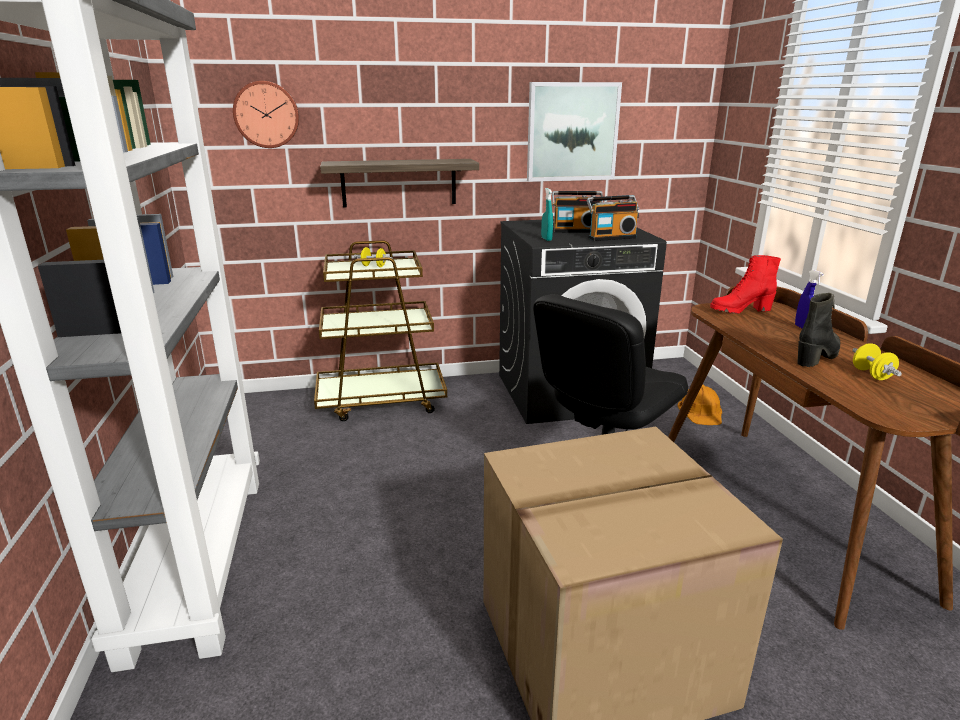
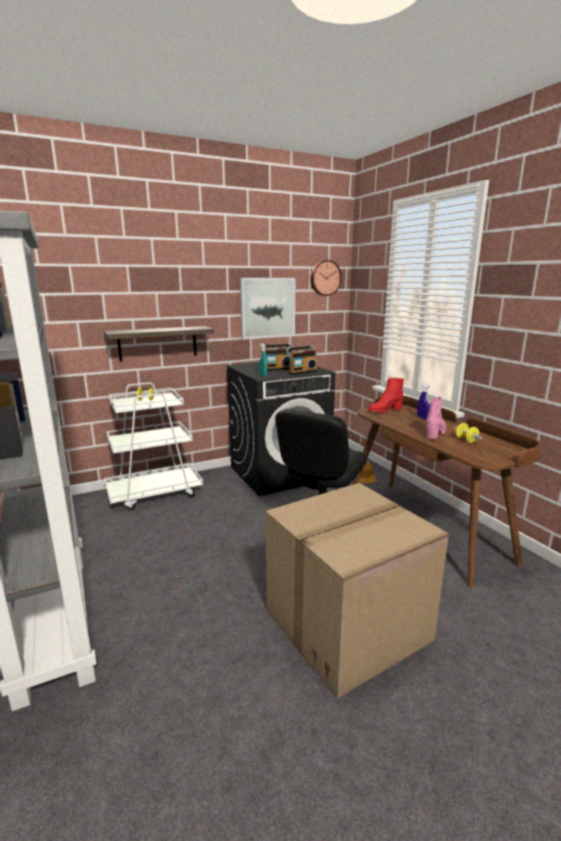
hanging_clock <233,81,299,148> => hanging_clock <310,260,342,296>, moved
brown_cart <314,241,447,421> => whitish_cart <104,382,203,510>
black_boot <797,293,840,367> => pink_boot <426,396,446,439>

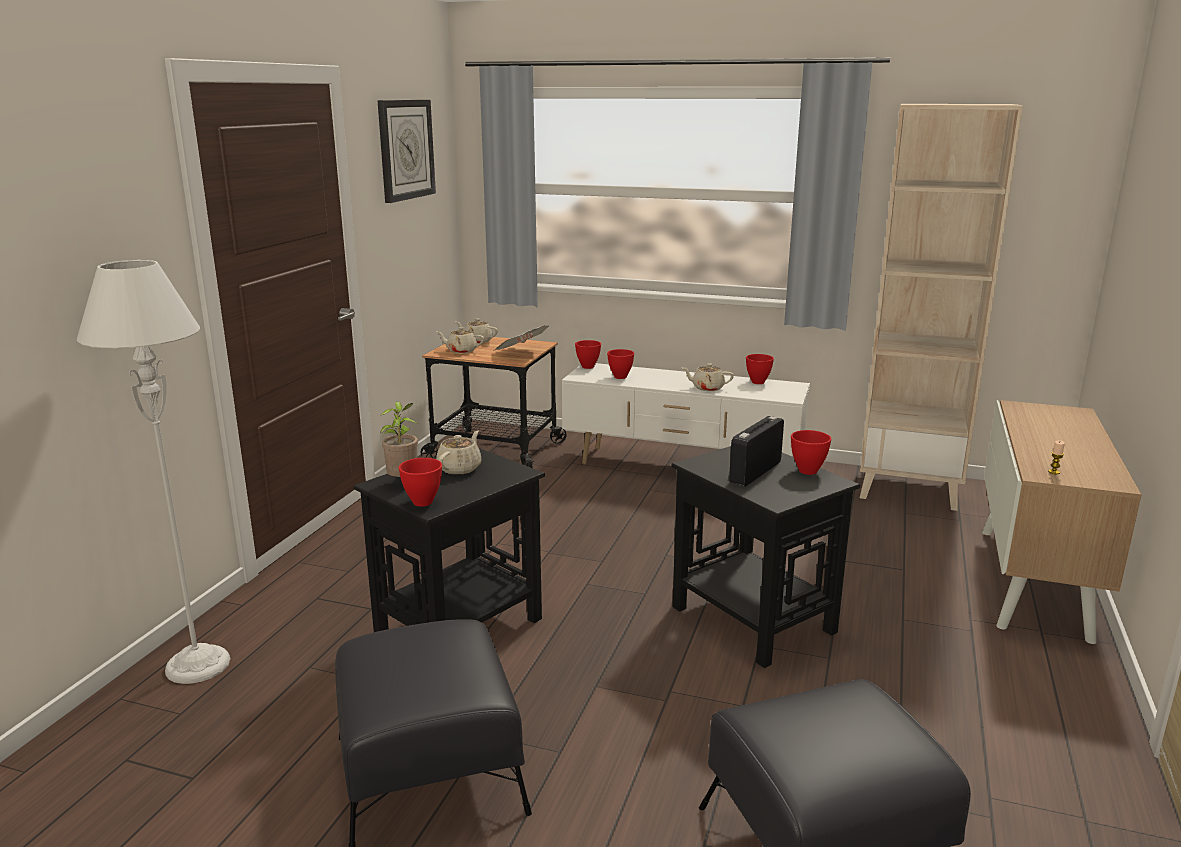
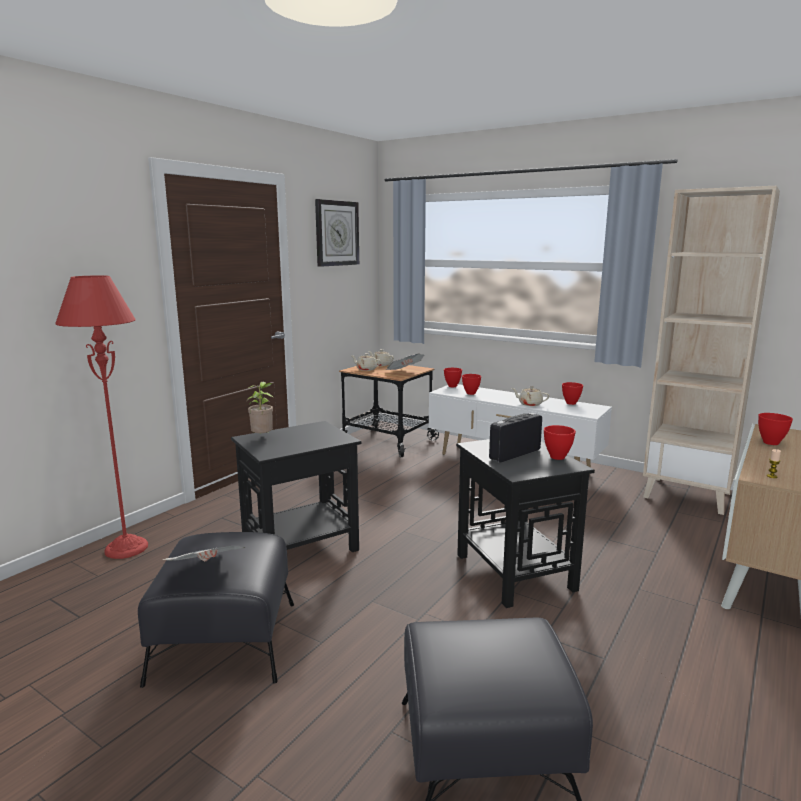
greyish_standing_lamp <77,260,231,684> => red-coloured_standing_lamp <55,275,148,559>
red-coloured_bowl <399,458,442,507> => red-coloured_bowl <758,413,793,445>, moved
beige-coloured_teapot <436,431,482,475> => nothing
nothing => printed_paper <162,546,246,561>

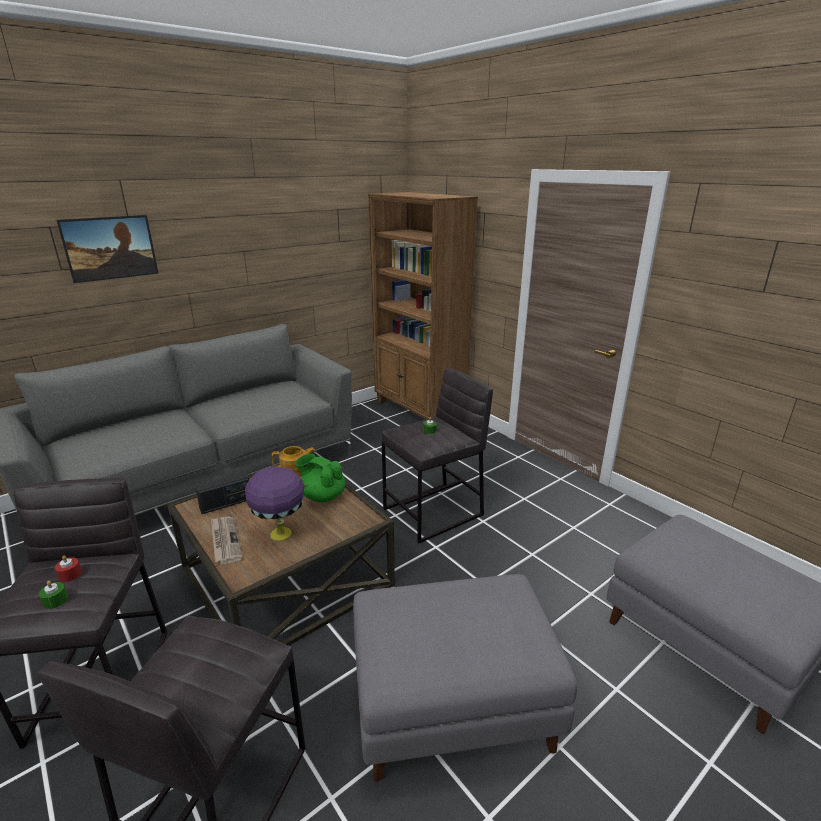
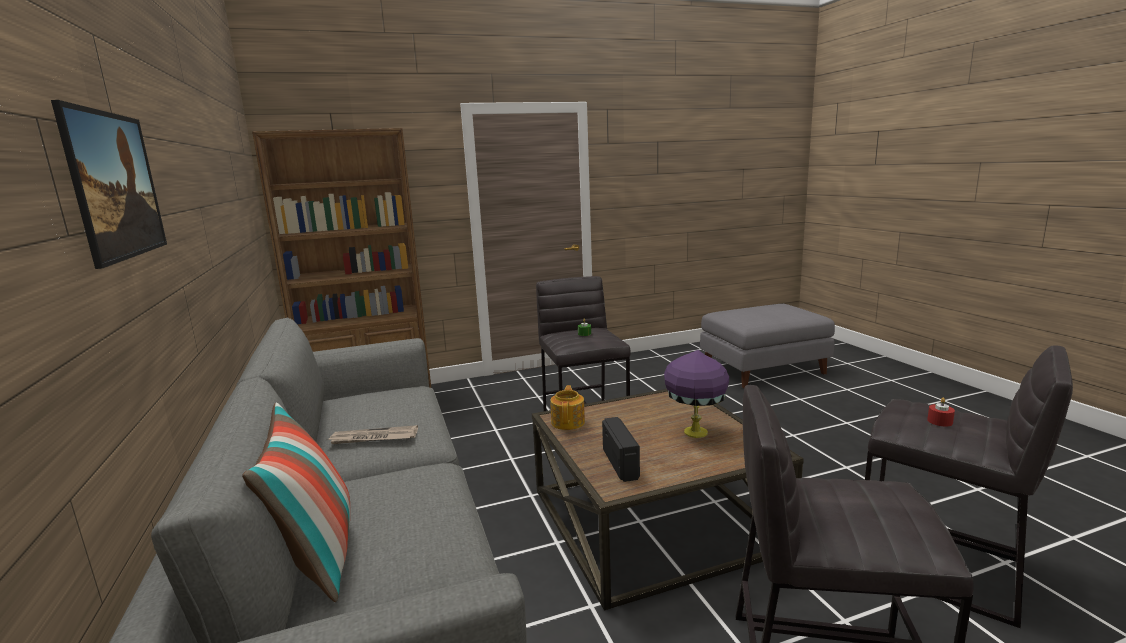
greenish_wax_light <39,581,68,609> => nothing
red-coloured_wax_light <55,555,82,582> => red-coloured_wax_light <927,398,955,427>, moved
printed_paper <211,517,243,564> => printed_paper <327,425,418,444>, moved
greenish_teapot <295,454,345,502> => nothing
greyish_ottoman <353,574,577,782> => nothing
nothing => pillow <242,403,350,602>

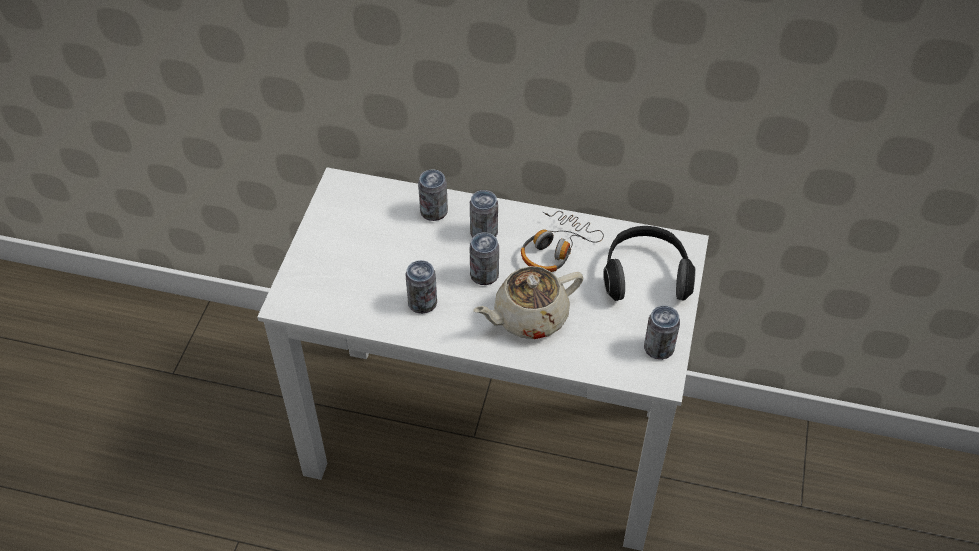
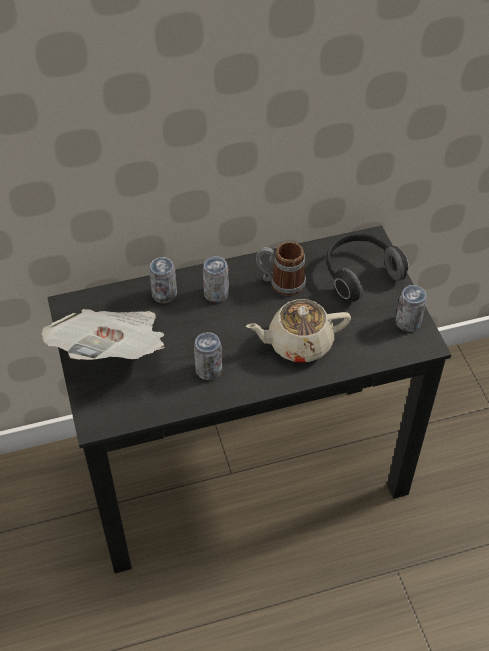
whitish_desk_table <257,167,709,551> => black_desk_table <47,226,451,573>
sealed_can <470,232,499,285> => nothing
beige-coloured_teapot <473,266,584,339> => beige-coloured_teapot <246,299,351,362>, 45 degrees clockwise
pair_of_headphones <521,211,604,272> => coffee_mug <256,242,306,296>
nothing => printed_paper <42,309,165,360>

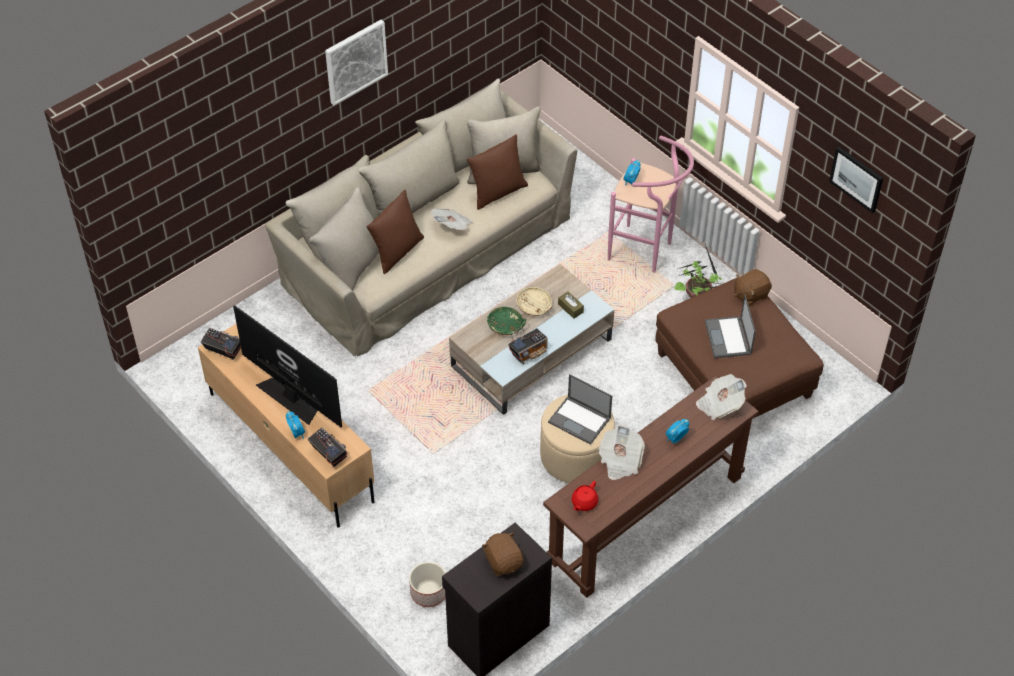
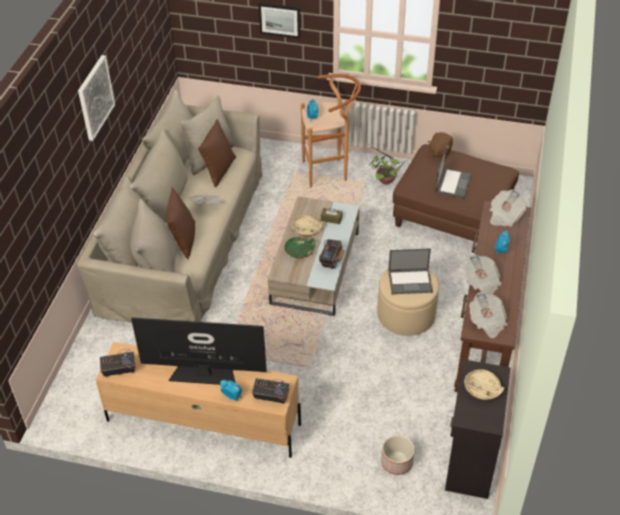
brown_plush_toy <482,532,524,576> => beige-coloured_bowl <464,369,504,400>
red-coloured_teapot <572,481,598,511> => printed_paper <469,292,508,338>
pink_stool_seat <608,136,694,273> => brown_stool_seat <301,74,361,188>
laptop <705,294,756,358> => laptop <435,149,472,198>, 120 degrees counterclockwise
wall_art <829,146,883,213> => wall_art <259,3,301,39>, moved

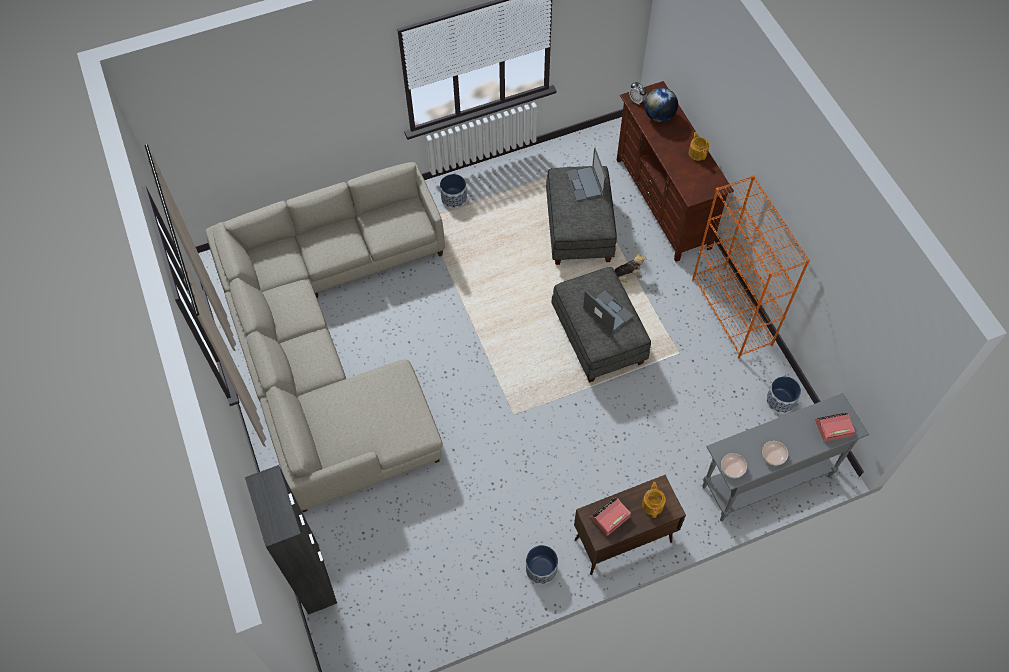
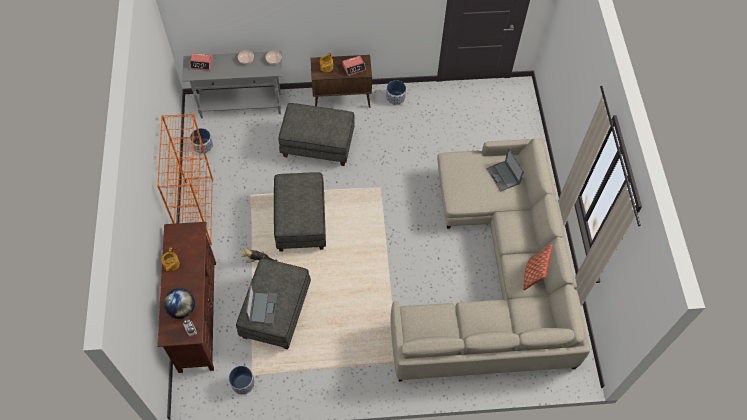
black_cupboard <245,465,337,614> => nothing
planter <440,174,467,209> => planter <229,366,255,395>, moved
laptop <583,290,633,334> => laptop <486,148,524,191>, moved
nothing => greyish_ottoman <278,103,355,166>
nothing => pillow <523,243,553,290>

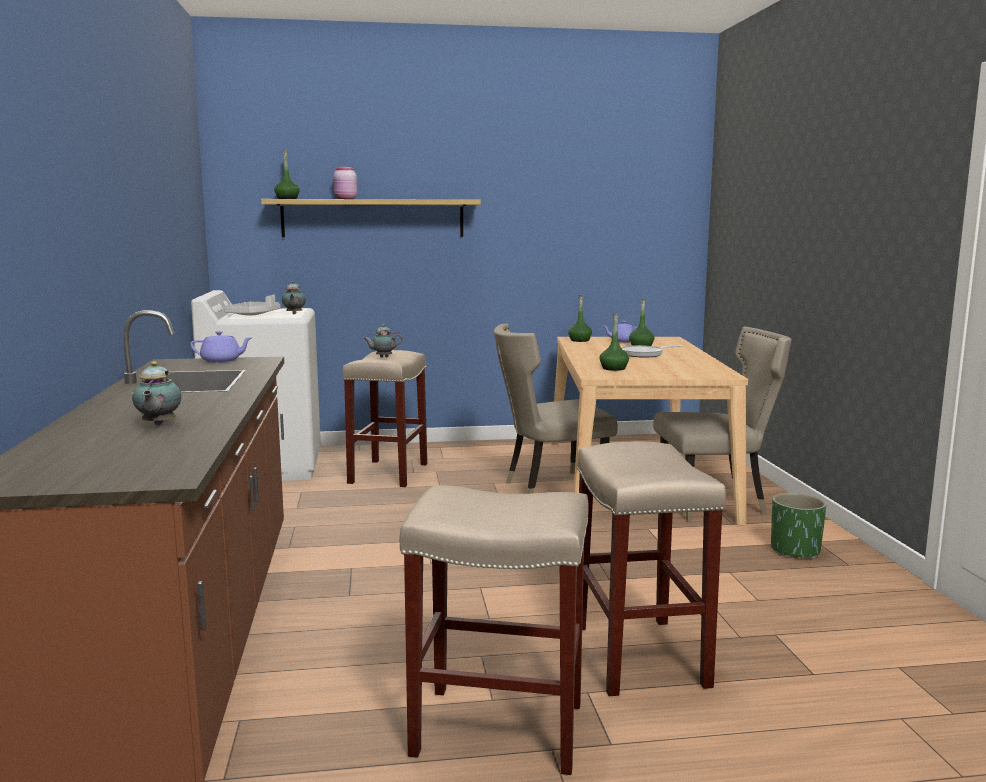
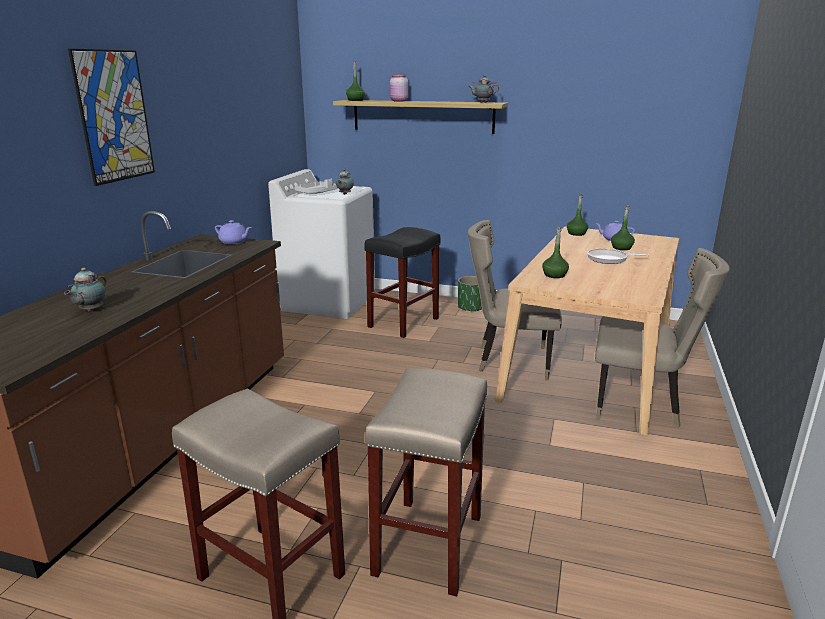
beige-coloured_stool_seat <343,350,427,487> => black_stool_seat <364,227,441,338>
teapot <363,324,403,358> => teapot <468,75,499,103>, moved
greenish_planter <771,493,826,559> => greenish_planter <458,276,482,312>, moved
nothing => wall_art <68,49,155,186>

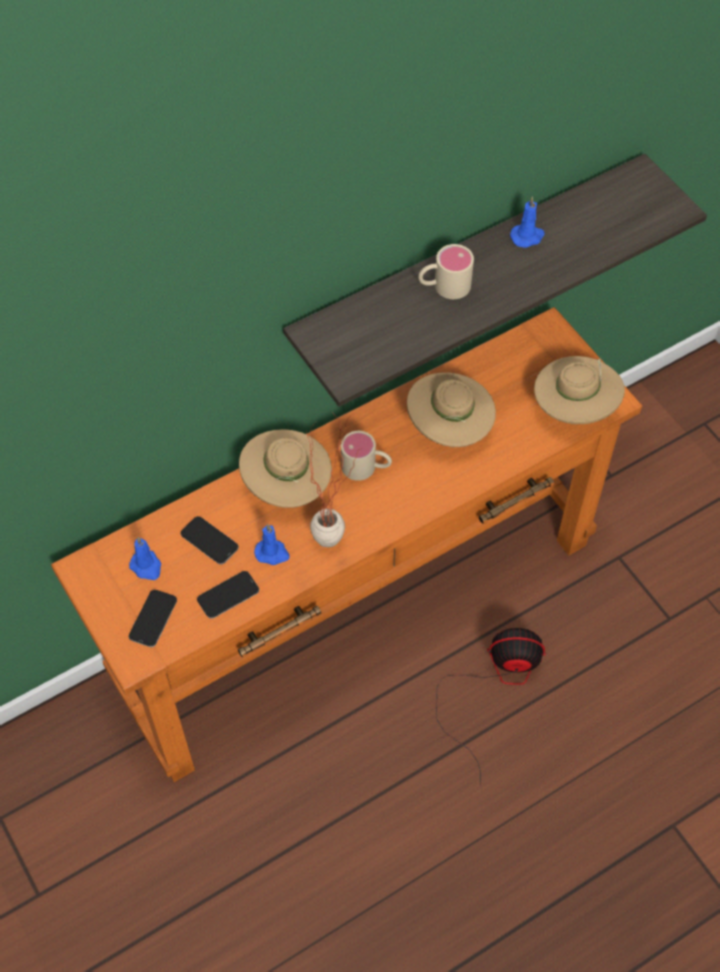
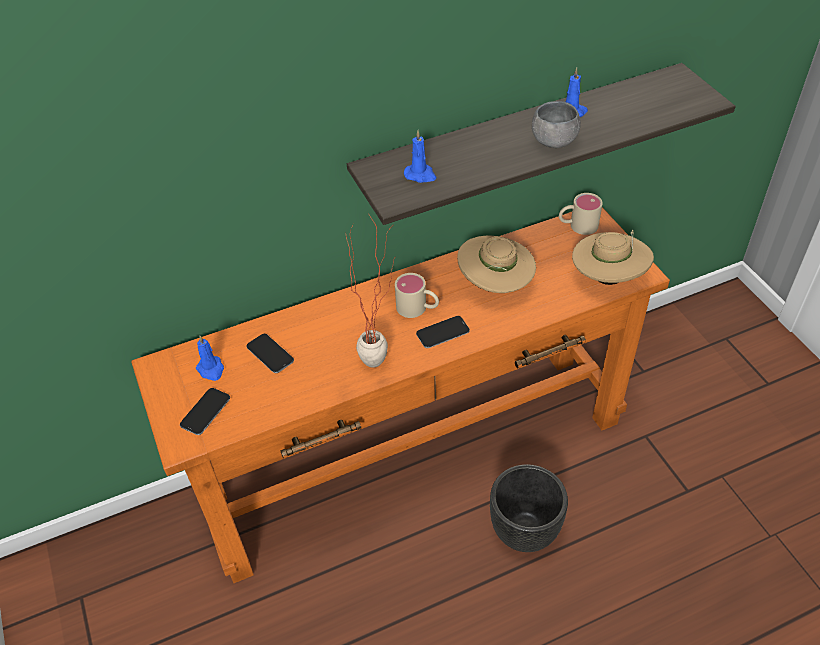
telephone <197,571,259,619> => telephone <416,316,470,348>, moved
beige-coloured_clothing_hat <239,429,332,508> => nothing
blue-coloured_wax_light <254,524,290,565> => blue-coloured_wax_light <404,130,436,183>, moved
beige-coloured_coffee_mug <418,244,474,299> => beige-coloured_coffee_mug <559,193,603,235>, moved
electric_fan <436,628,546,786> => black_planter <490,464,568,552>
nothing => greyish_bowl <532,101,581,148>

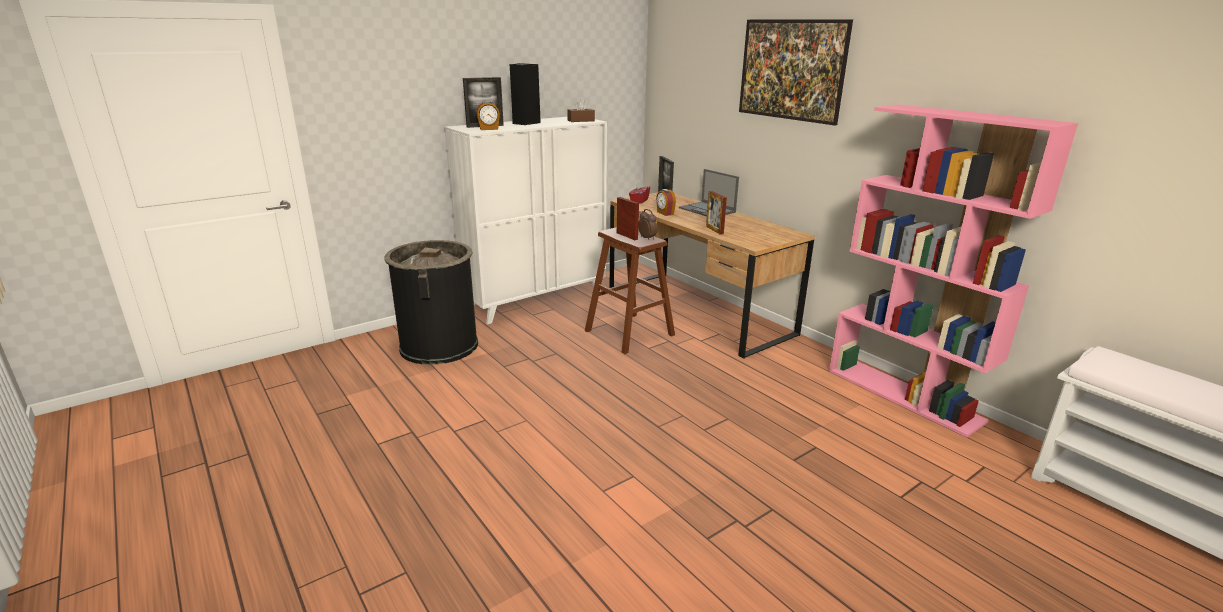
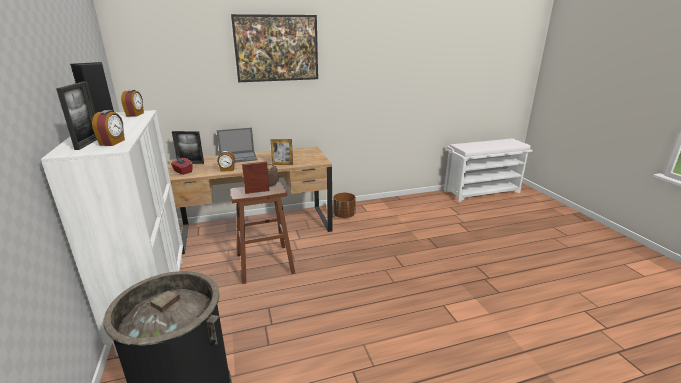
brown_tissue_box <567,99,595,122> => alarm_clock <121,90,144,117>
pink_bookcase <829,105,1078,437> => nothing
nothing => brown_planter <333,193,356,218>

